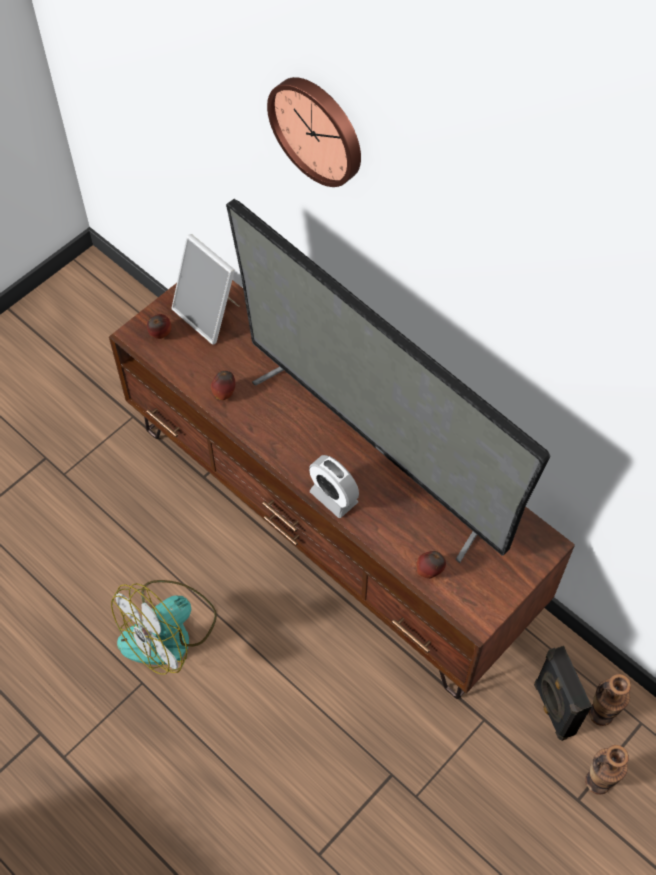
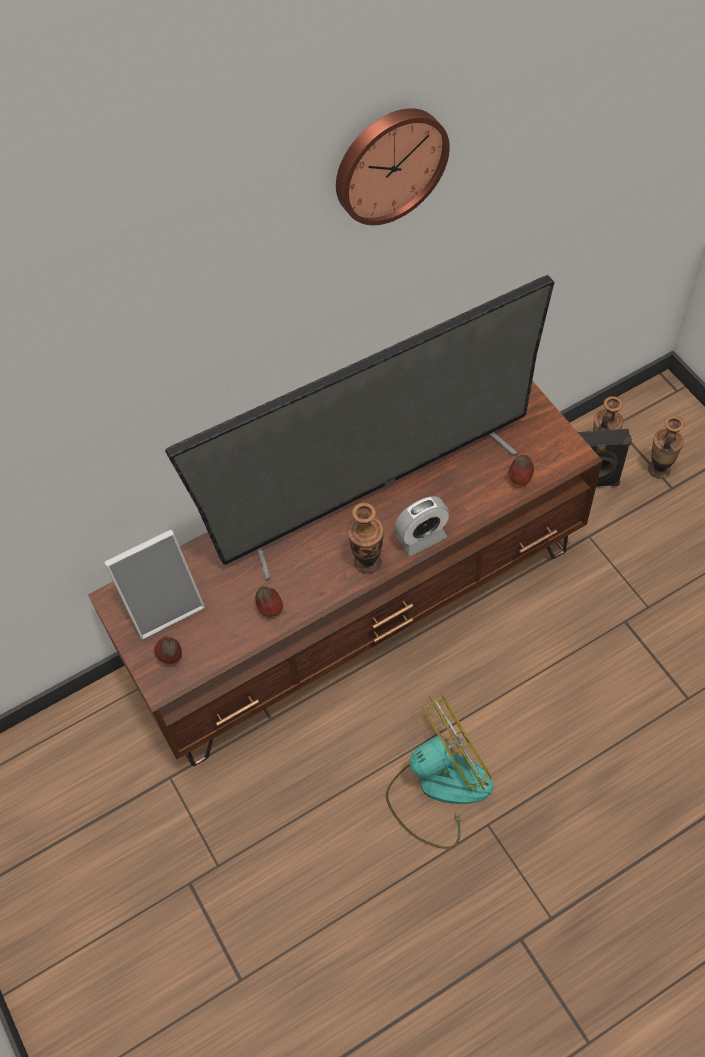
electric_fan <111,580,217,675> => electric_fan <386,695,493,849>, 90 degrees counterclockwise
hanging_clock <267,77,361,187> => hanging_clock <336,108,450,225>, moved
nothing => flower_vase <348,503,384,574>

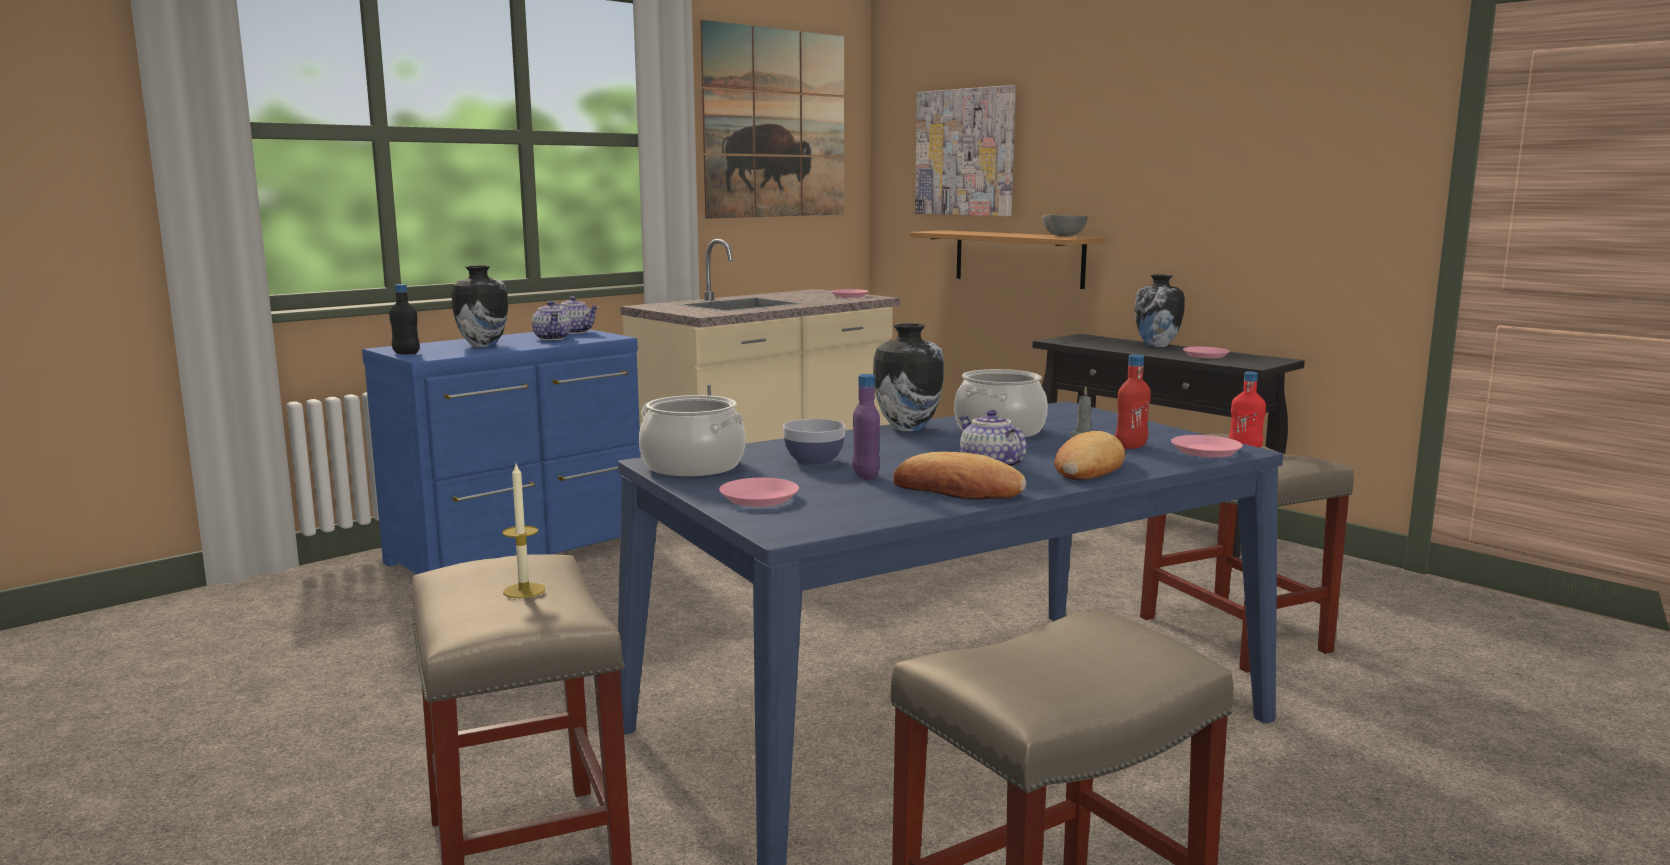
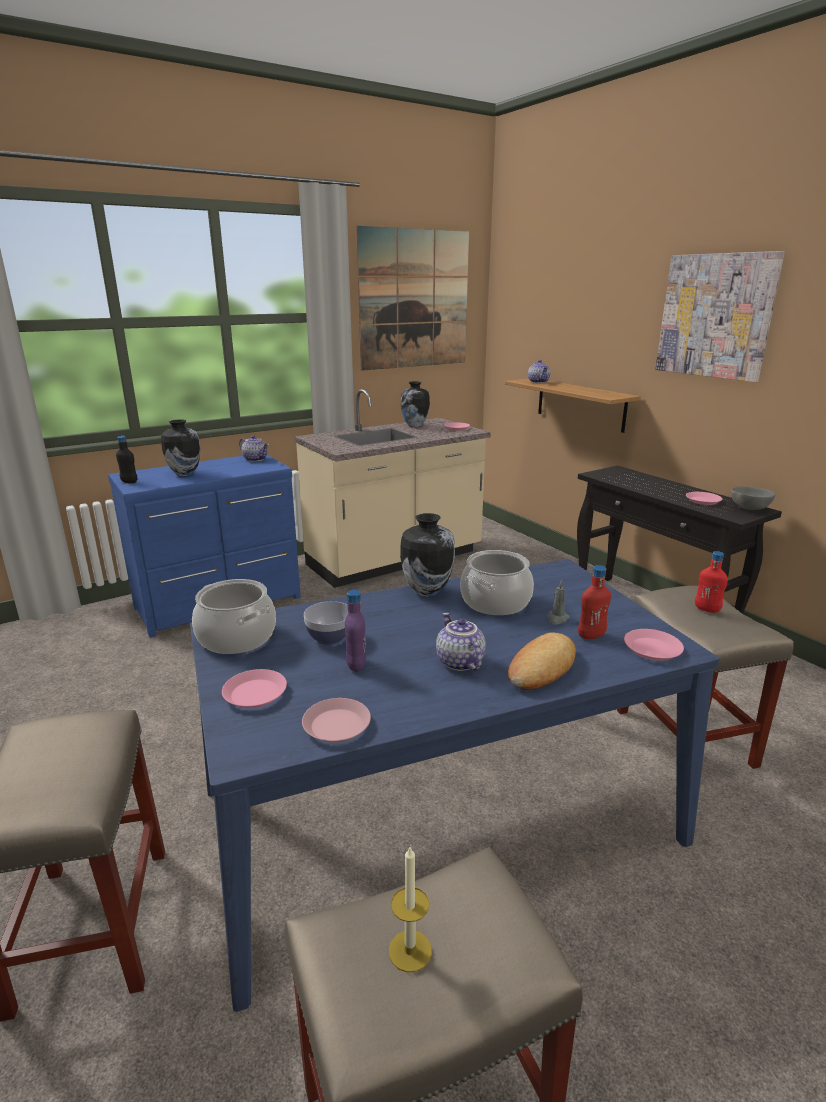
wax_light <502,464,545,598> => wax_light <389,847,432,973>, moved
teapot <532,301,571,340> => teapot <528,360,550,383>, moved
bakery_bread <893,452,1026,500> => nothing
wall_art <915,85,1016,216> => wall_art <655,251,785,382>, moved
greyish_bowl <1042,215,1087,237> => greyish_bowl <731,486,775,510>, moved
flower_vase <1135,274,1185,347> => flower_vase <401,381,430,427>, moved
nothing => pink_plate <302,698,371,743>

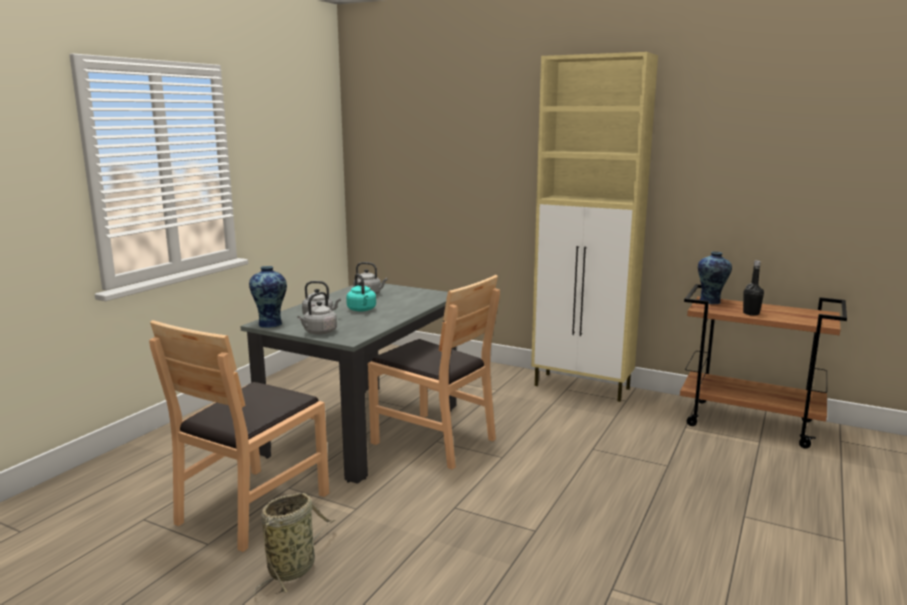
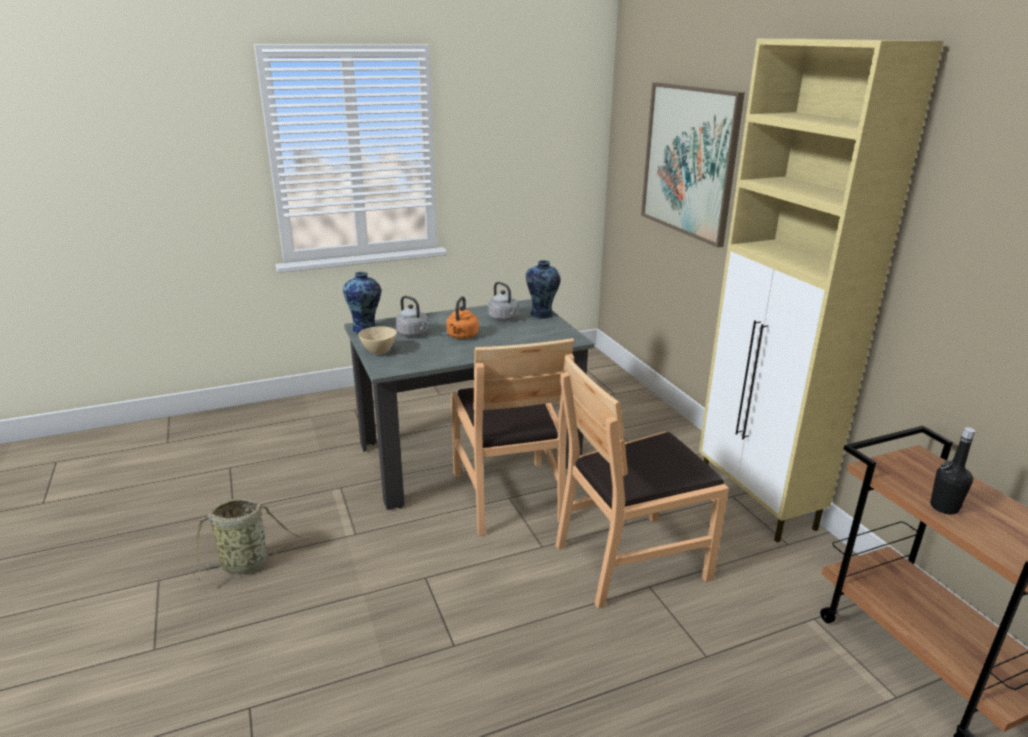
brown_plain_chair <149,320,329,552> => brown_plain_chair <556,355,729,609>, moved
greyish_kettle <297,292,337,335> => beige-coloured_bowl <359,326,397,355>
turquoise_kettle <346,273,376,312> => orange_kettle <446,296,479,339>
flower_vase <698,251,732,304> => flower_vase <526,260,561,319>, moved
nothing => wall_art <641,83,745,248>

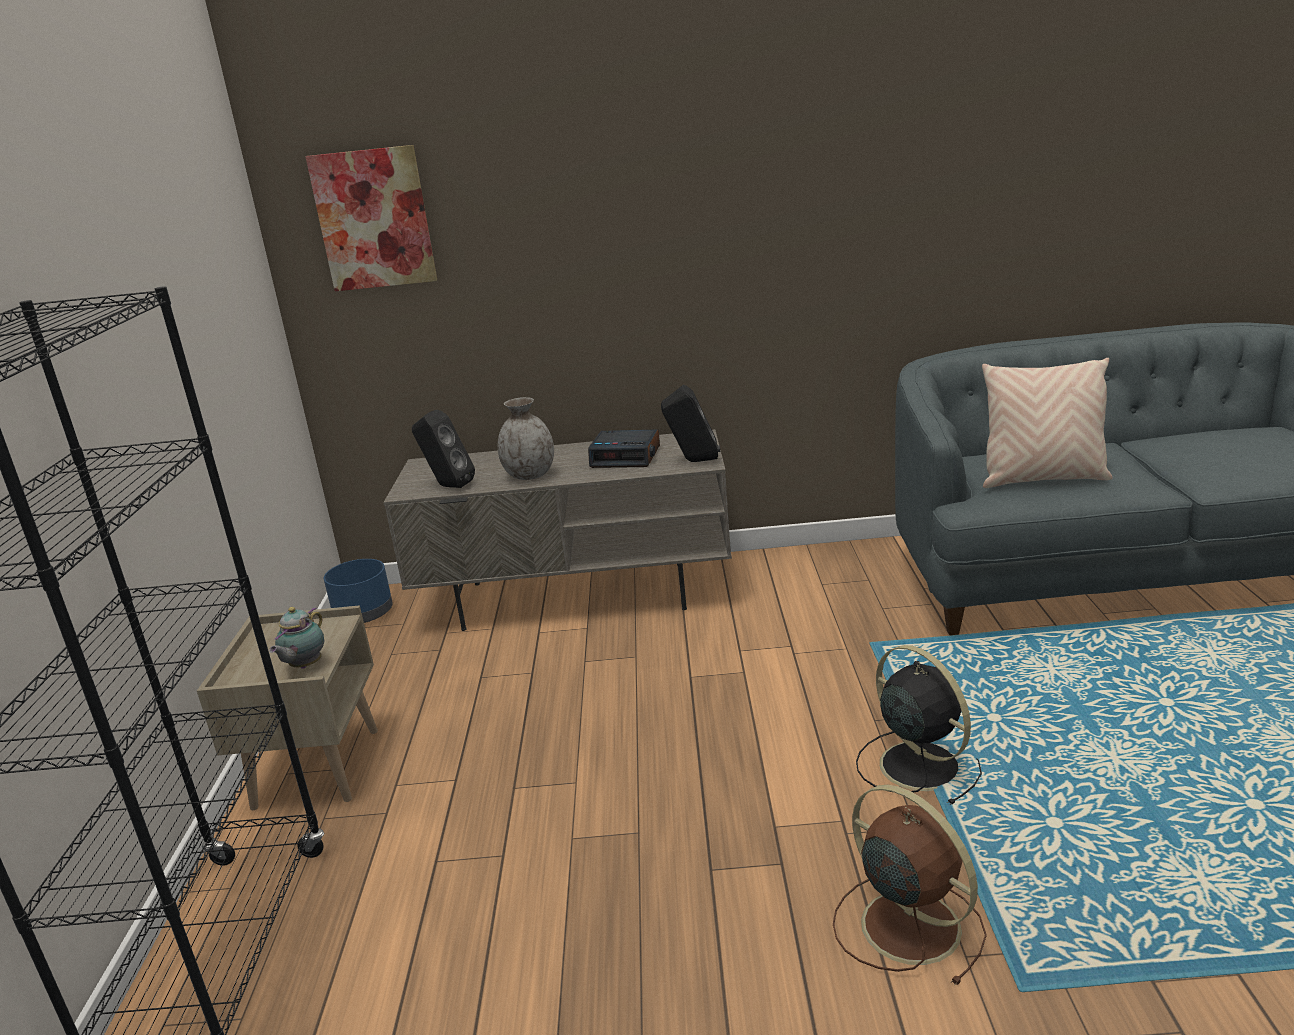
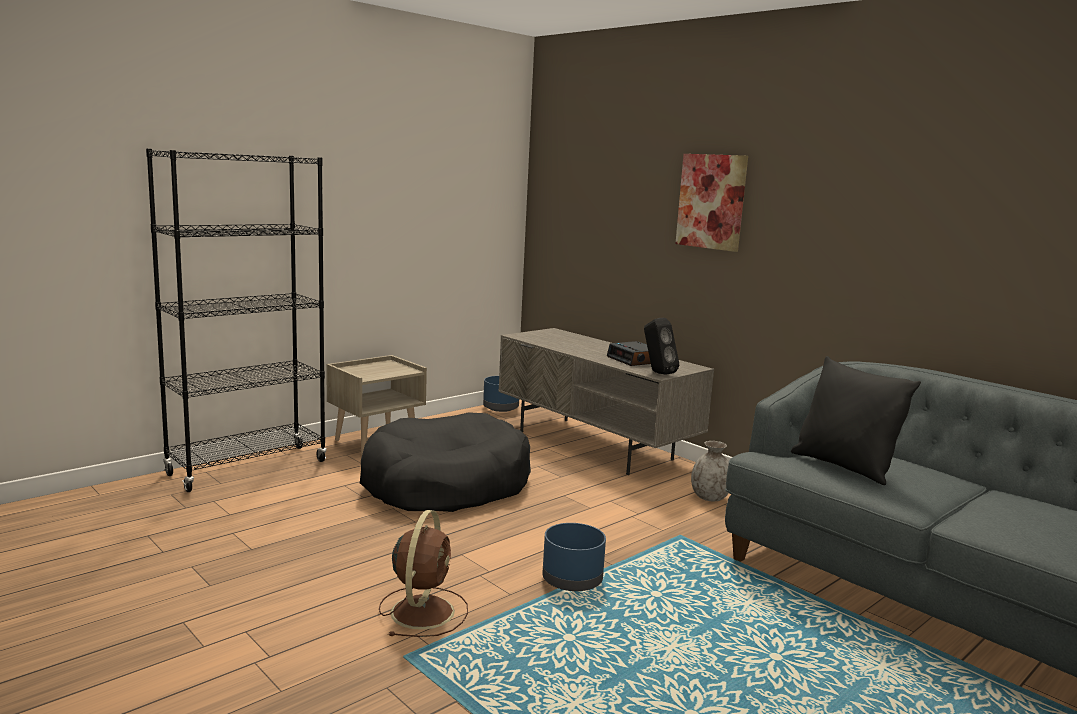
teapot <269,607,324,669> => nothing
wall_art <305,145,437,291> => wall_art <675,154,748,252>, moved
black_audio_speaker <412,410,475,488> => nothing
greyish_flower_vase <498,397,554,480> => greyish_flower_vase <691,441,729,501>, moved
black_electric_fan <856,645,982,805> => blue-coloured_planter <542,523,606,591>
beige-coloured_pillow <982,358,1113,488> => black_pillow <791,356,921,485>
nothing => black_dog_cushion <360,413,531,512>

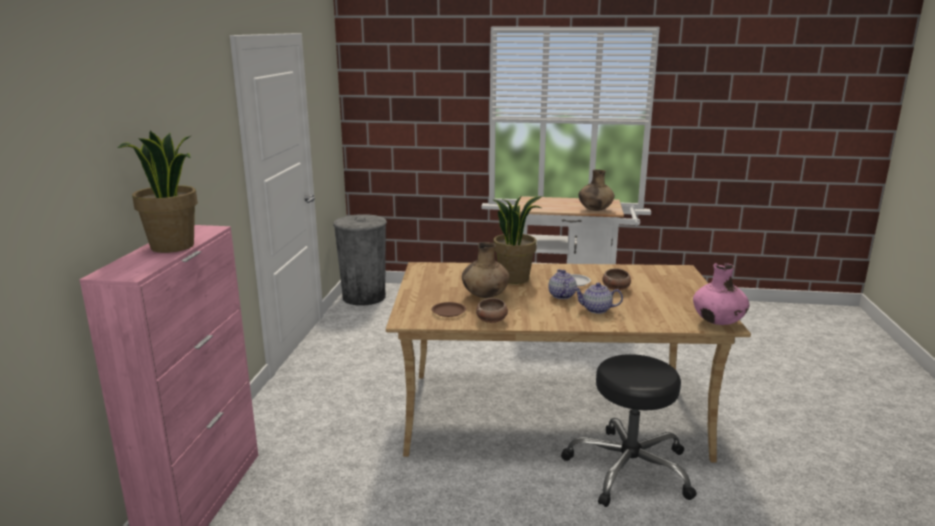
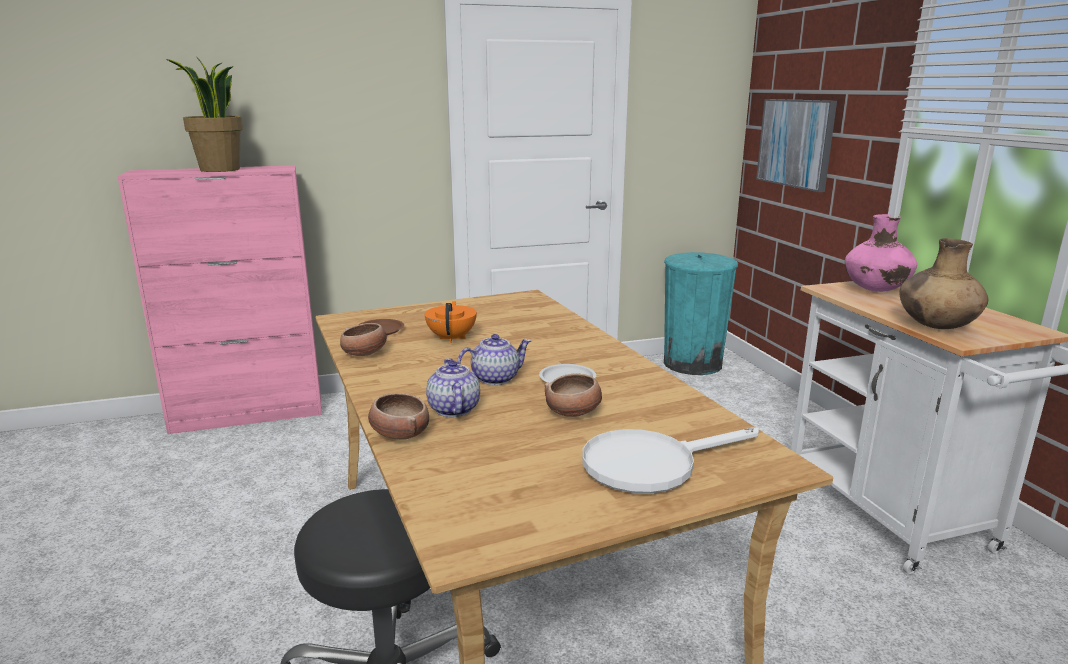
greyish_trash_can <333,214,387,305> => turquoise_trash_can <664,252,738,375>
brown_flower_vase <462,242,510,298> => orange_teapot <425,301,477,343>
potted_plant <492,196,543,284> => nothing
pink_flower_vase <693,263,750,325> => pink_flower_vase <845,214,917,292>, moved
nothing => bowl <368,393,429,440>
nothing => whitish_pan <583,428,759,494>
nothing => wall_art <756,99,837,192>

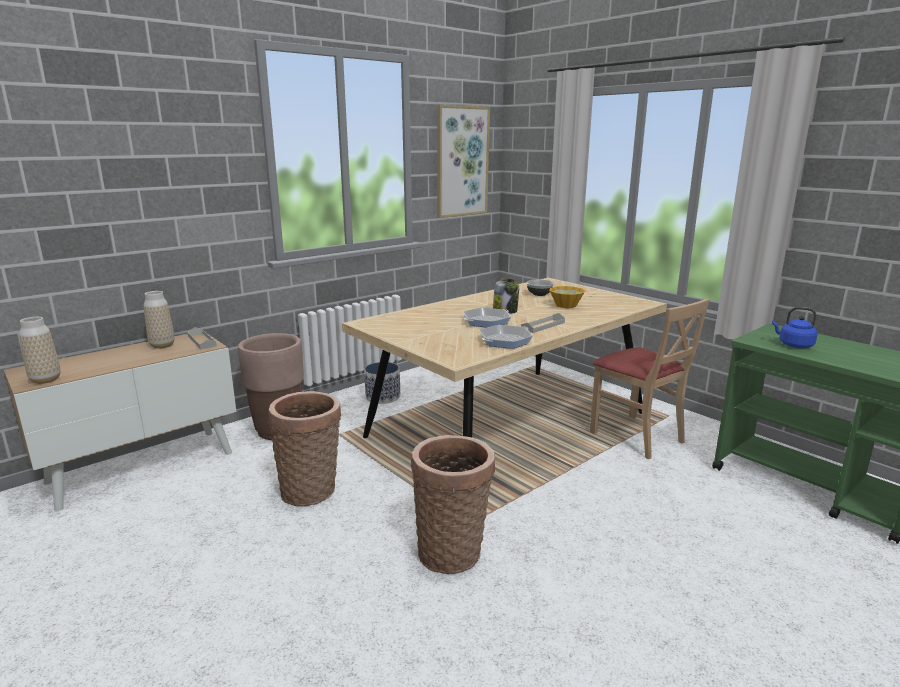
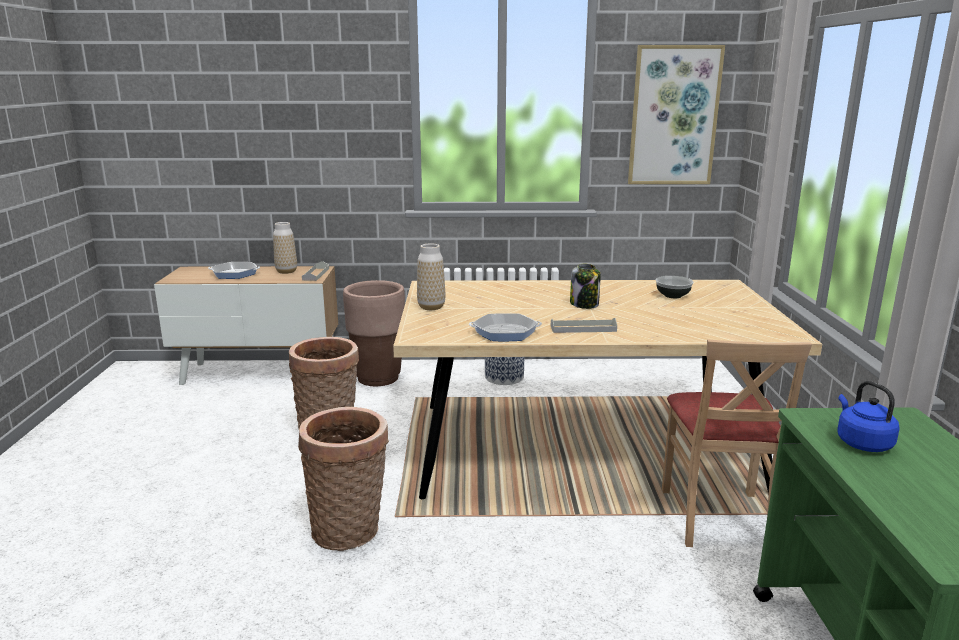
flower_vase <19,317,61,384> => flower_vase <417,243,445,310>, moved
pan <463,308,511,328> => pan <208,262,260,279>, moved
bowl <549,286,585,308> => nothing

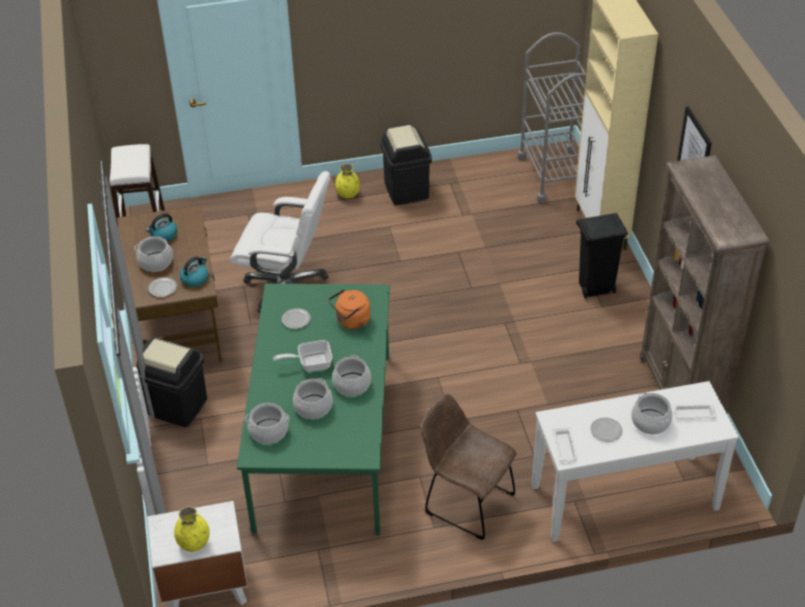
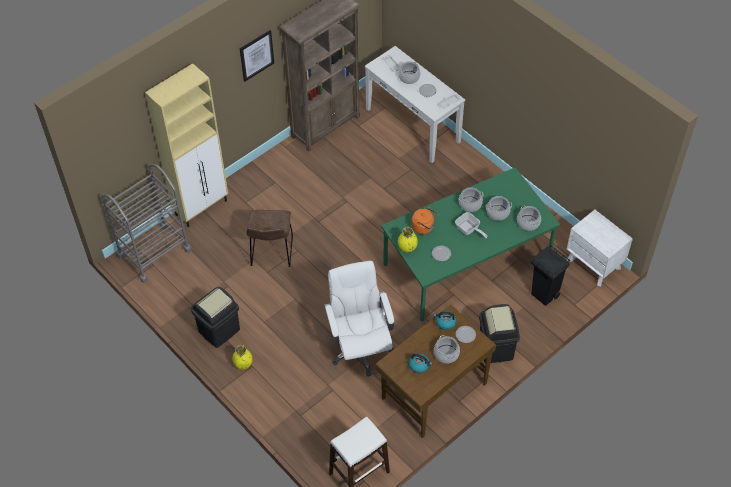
yellowish_flower_vase <174,507,210,552> => yellowish_flower_vase <398,227,418,253>, moved
brown_plain_chair <420,394,517,540> => brown_plain_chair <246,210,293,267>, moved
black_trash_can <576,213,628,299> => black_trash_can <530,245,570,306>, moved

